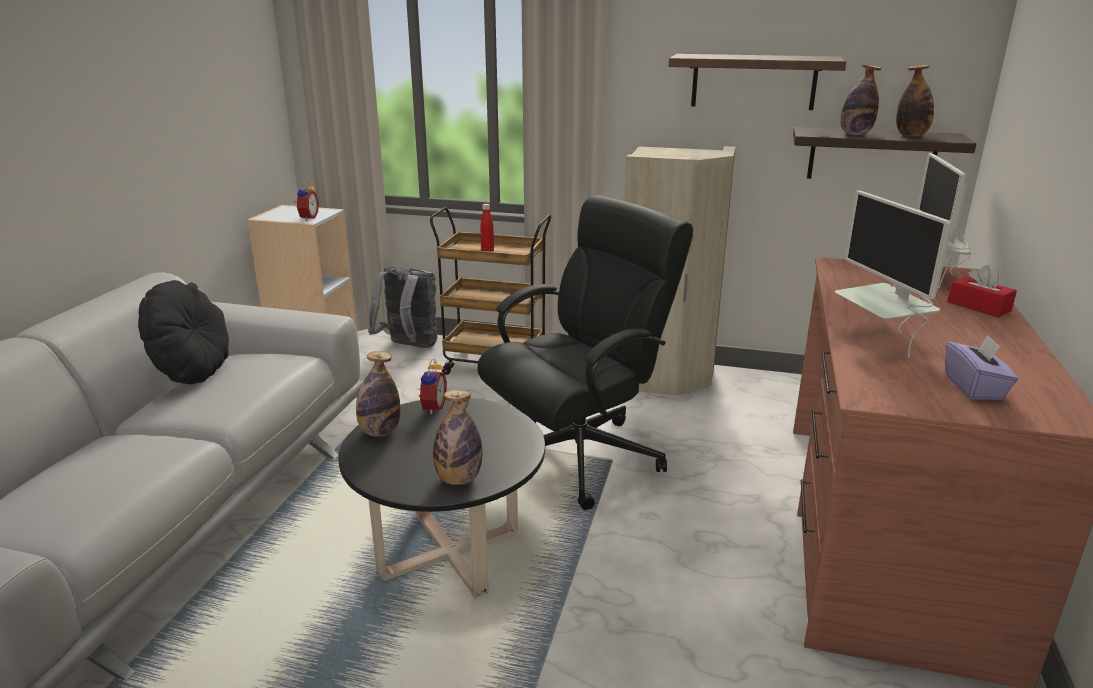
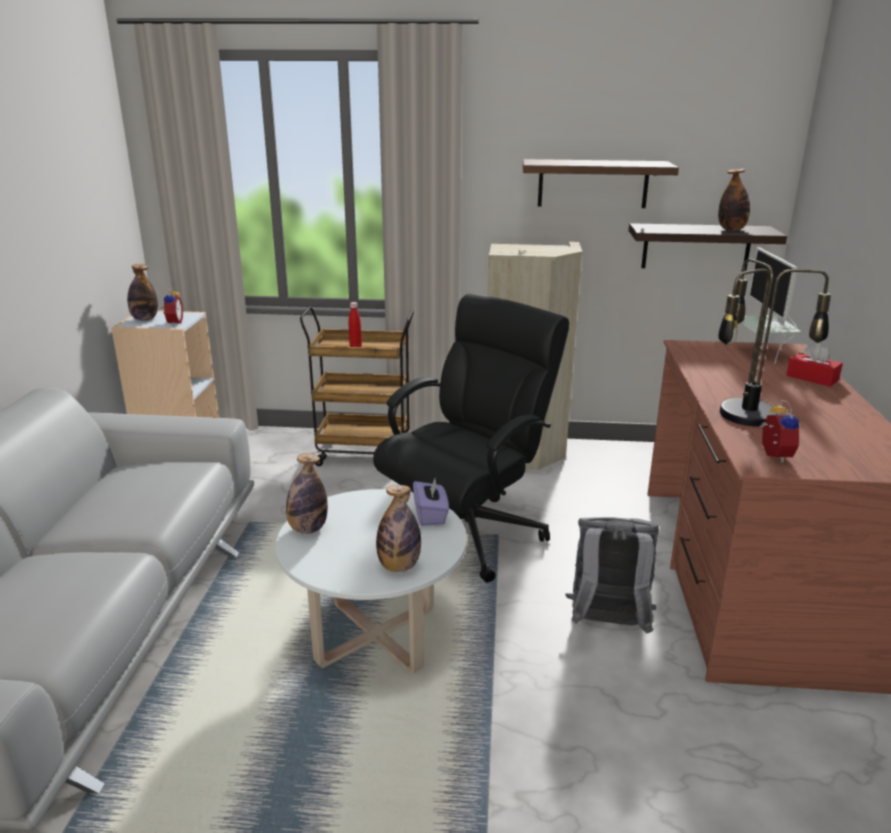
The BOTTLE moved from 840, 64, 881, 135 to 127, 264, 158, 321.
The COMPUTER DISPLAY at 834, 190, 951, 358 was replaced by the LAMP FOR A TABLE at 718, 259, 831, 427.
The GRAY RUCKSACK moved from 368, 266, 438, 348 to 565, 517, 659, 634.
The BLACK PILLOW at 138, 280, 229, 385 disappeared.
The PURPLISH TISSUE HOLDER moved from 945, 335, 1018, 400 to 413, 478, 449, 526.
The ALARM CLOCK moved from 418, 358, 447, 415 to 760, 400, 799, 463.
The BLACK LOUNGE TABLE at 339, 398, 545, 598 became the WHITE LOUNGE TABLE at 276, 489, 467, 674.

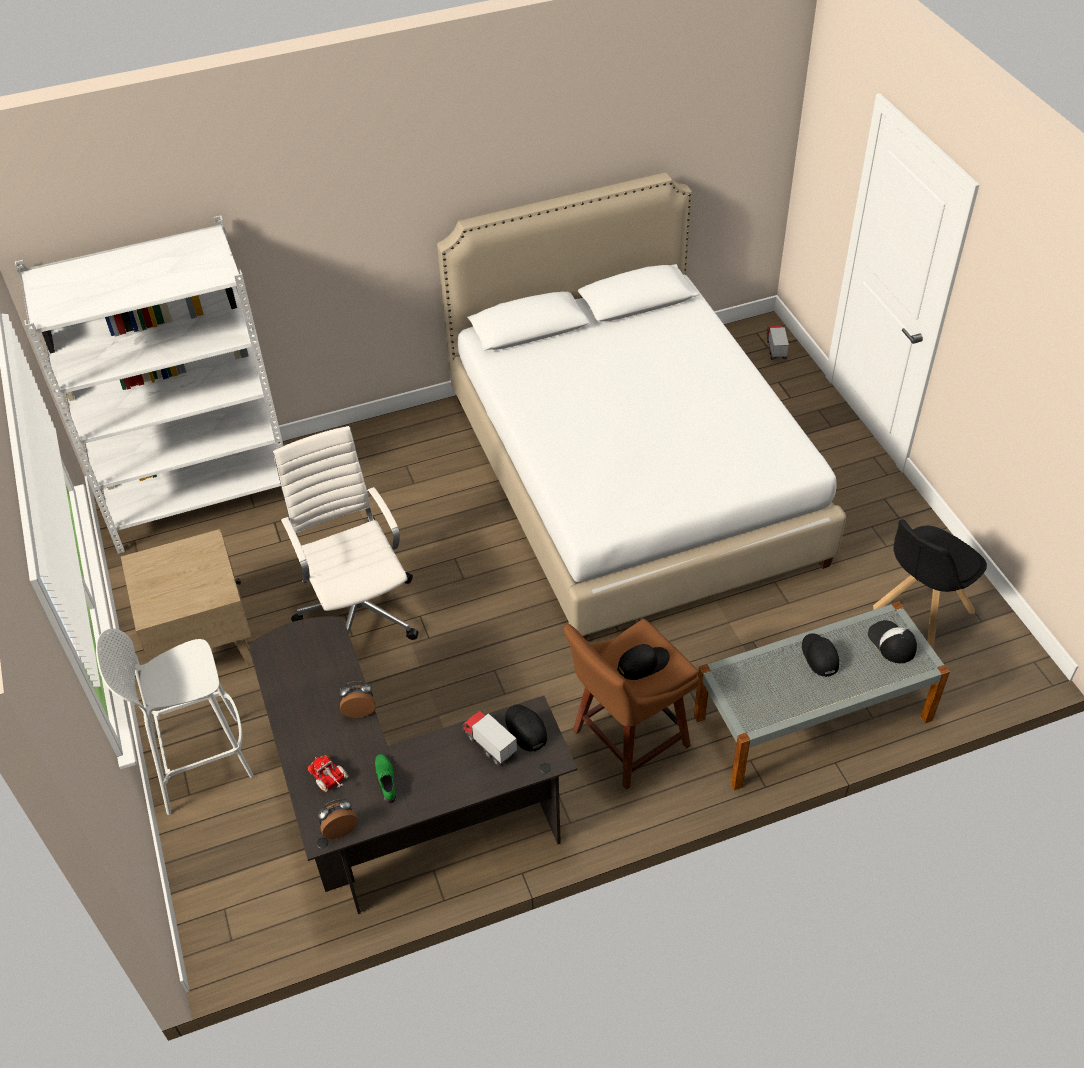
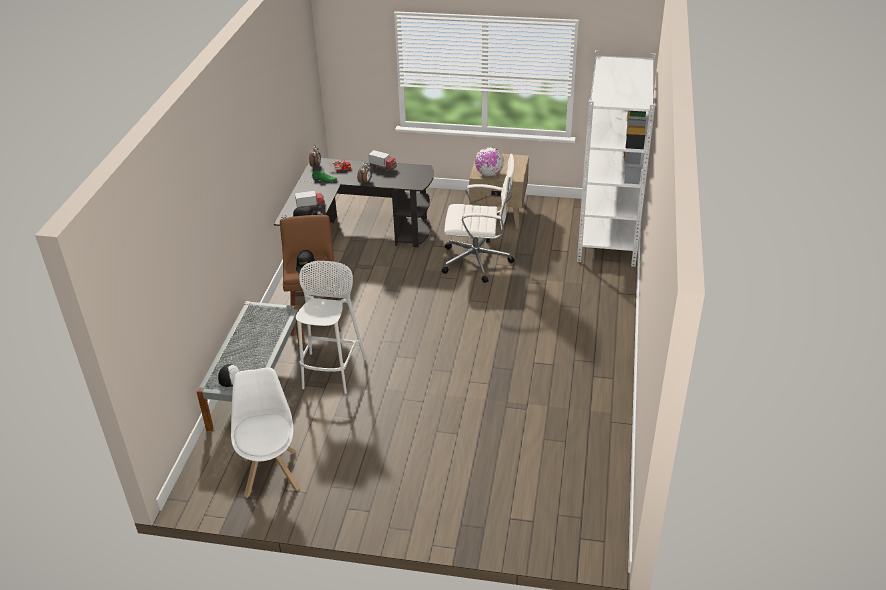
The WHITE BEDROOM BED at 437, 172, 846, 640 disappeared.
The TOY LORRY moved from 767, 326, 789, 360 to 368, 150, 397, 172.
The BLACK CHAIR at 873, 519, 987, 650 became the WHITE CHAIR at 231, 368, 300, 498.
The WHITE STOOL moved from 96, 629, 254, 815 to 296, 261, 366, 394.
The BLACK PEAKED CAP at 802, 633, 839, 677 disappeared.
The WORLD GLOBE at 475, 147, 504, 176 appeared.

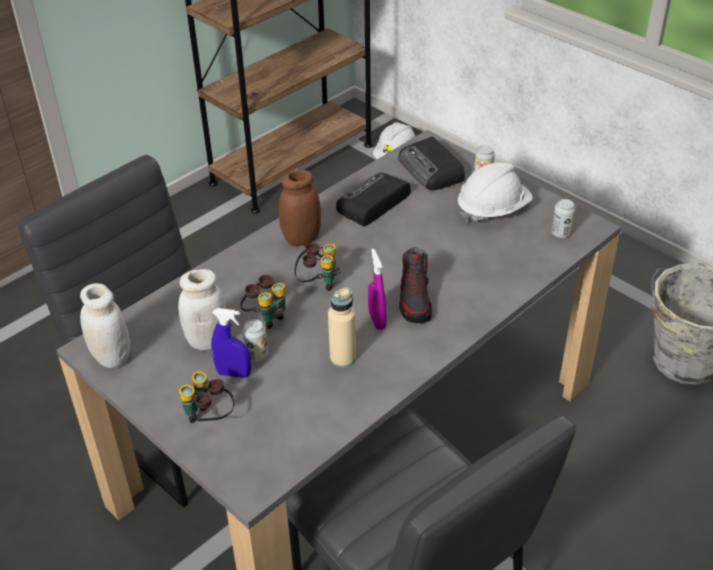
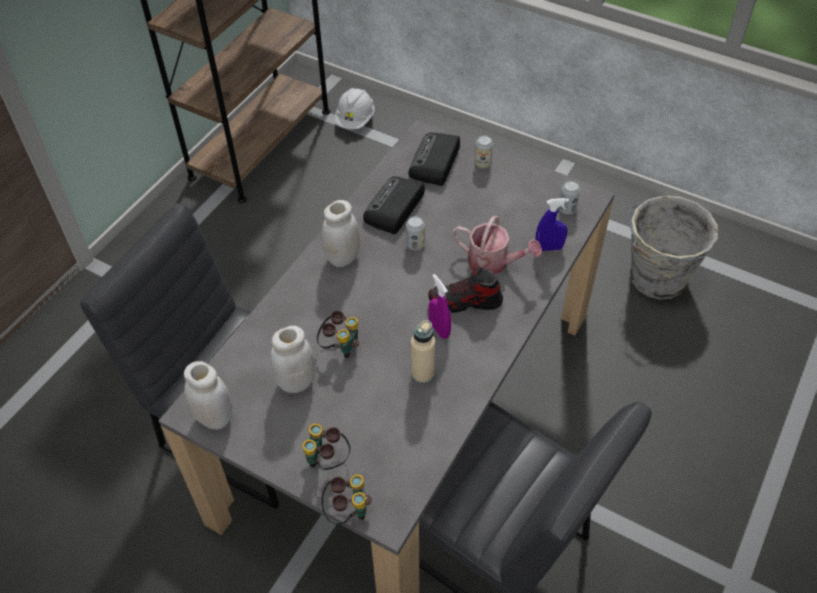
The RADIO at 399, 137, 465, 190 turned 60 degrees clockwise.
The WHITE WORK HELMET at 458, 163, 533, 223 disappeared.
The BROWNISH JAR at 279, 169, 321, 246 became the WHITE JAR at 322, 200, 360, 267.
The FIELD GLASSES moved from 294, 243, 341, 291 to 322, 474, 372, 525.
The ITEM OF FOOTWEAR at 399, 247, 432, 323 turned 105 degrees clockwise.
The BLUE SPRAYER moved from 211, 308, 251, 378 to 535, 198, 569, 251.
The CAN moved from 242, 319, 268, 362 to 406, 216, 425, 250.
The WATERING POT at 453, 216, 542, 275 appeared.

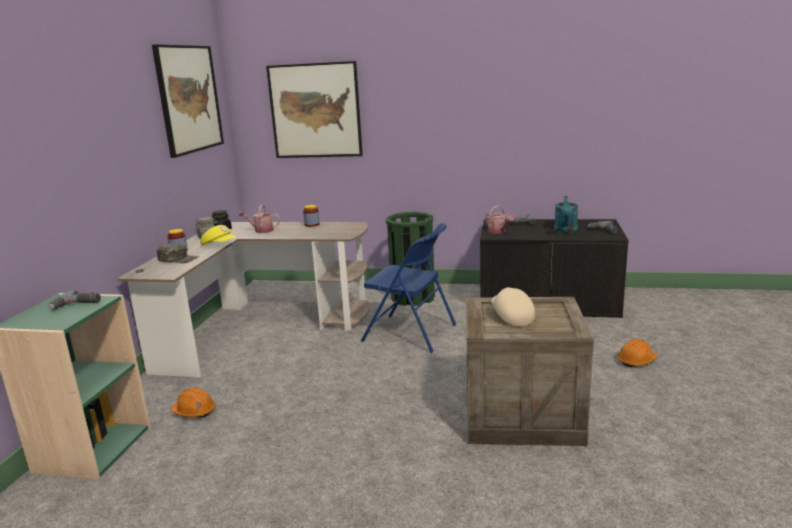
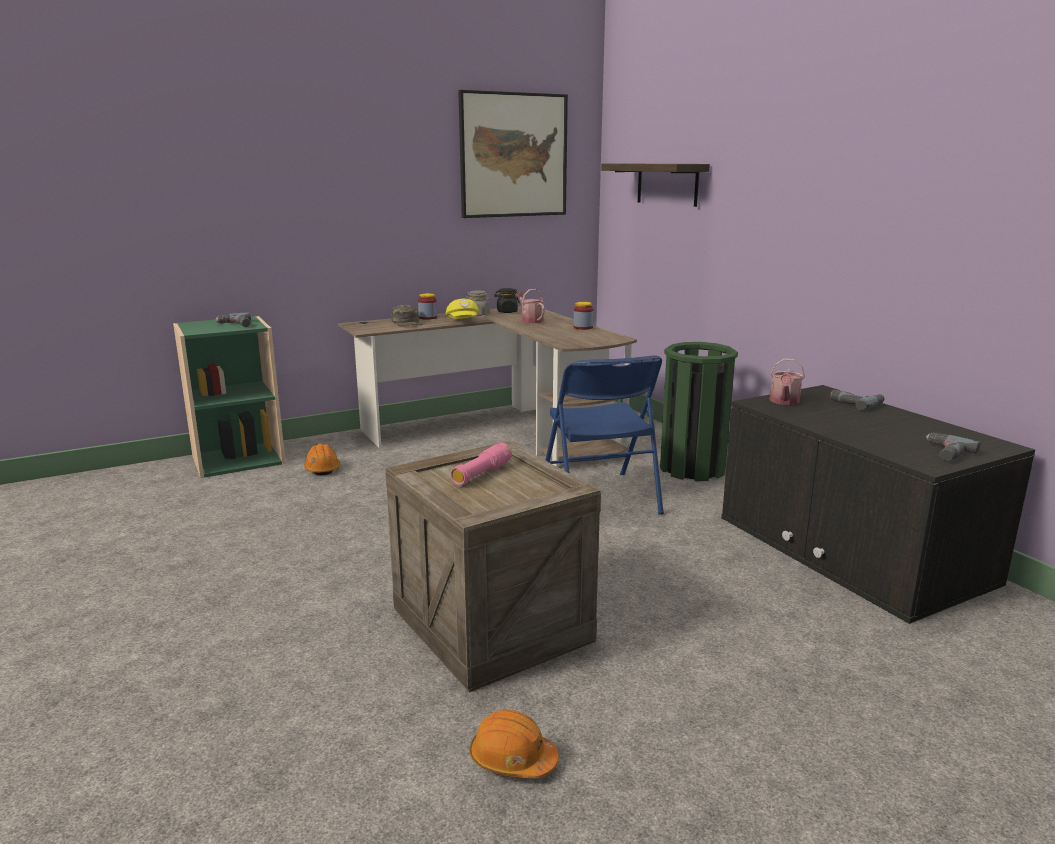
The WALL PICTURE at 266, 61, 363, 158 was replaced by the SHELF at 601, 164, 710, 207.
The TURQUOISE-COLOURED WATERING POT at 554, 196, 578, 233 disappeared.
The BEIGE-COLOURED PEAKED CAP at 491, 287, 535, 326 was replaced by the PINK TORCH at 451, 443, 512, 485.
The ORANGE-COLOURED WORK HELMET moved from 617, 339, 657, 367 to 470, 710, 559, 778.

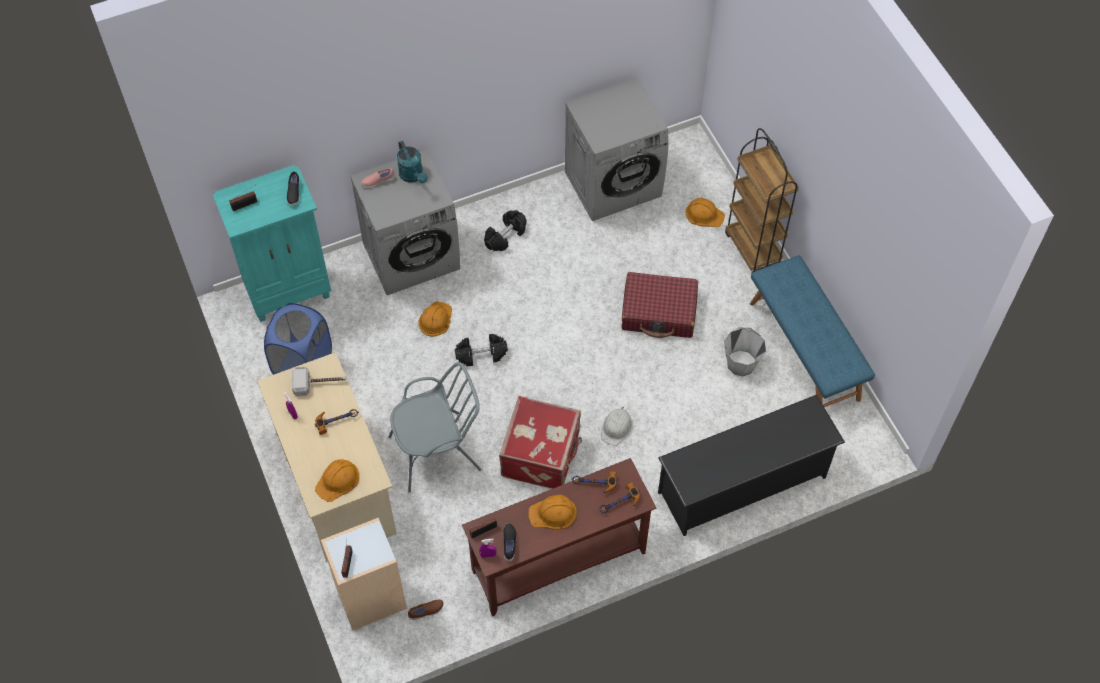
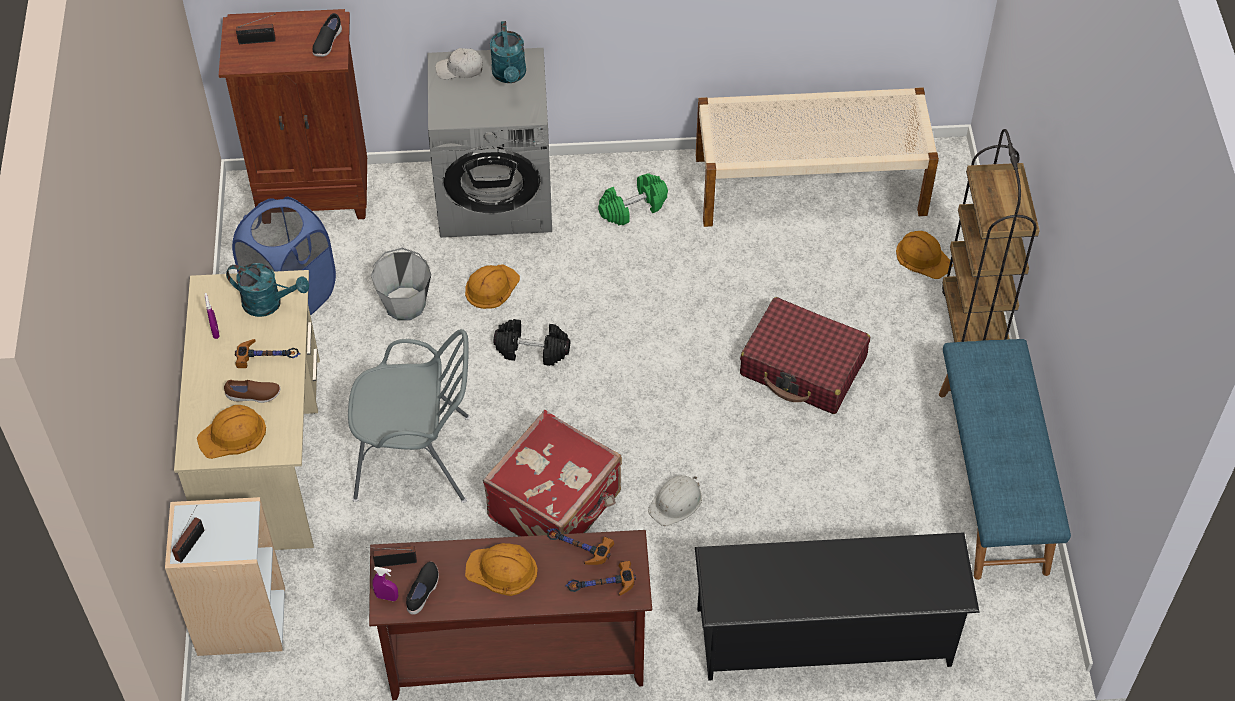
The GRAY LAUNDRY APPLIANCE at 565, 78, 669, 221 was replaced by the BEIGE-COLOURED INDOOR BENCH at 696, 87, 939, 227.
The TURQUOISE-COLOURED CUPBOARD at 213, 165, 331, 322 became the BROWNISH CUPBOARD at 219, 9, 367, 219.
The PINK ITEM OF FOOTWEAR at 361, 168, 395, 188 was replaced by the WHITE PEAKED CAP at 435, 48, 483, 79.
The BLACK DUMBBELL at 484, 210, 527, 251 became the GREEN DUMBBELL at 598, 173, 668, 226.
The GRAY BUCKET moved from 724, 327, 766, 376 to 371, 248, 431, 321.
The HAMMER at 292, 367, 347, 396 was replaced by the TURQUOISE-COLOURED WATERING POT at 226, 263, 309, 317.
The BROWNISH ITEM OF FOOTWEAR moved from 408, 600, 444, 620 to 224, 380, 280, 403.

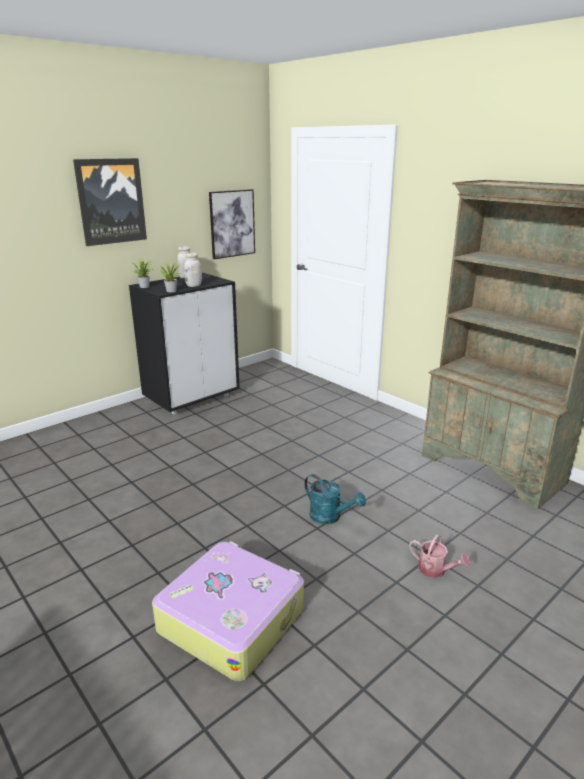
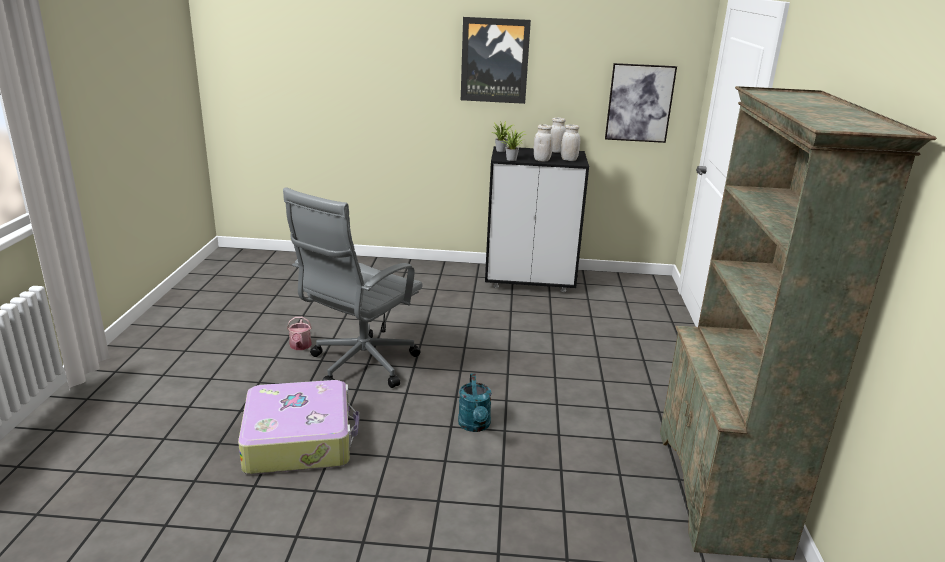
The WATERING POT moved from 409, 535, 470, 578 to 287, 317, 312, 350.
The WHITE JAR at 561, 124, 580, 161 appeared.
The GRAY DESK CHAIR at 283, 187, 423, 388 appeared.

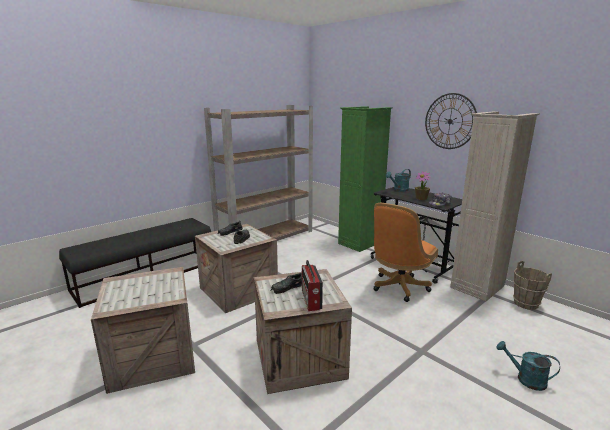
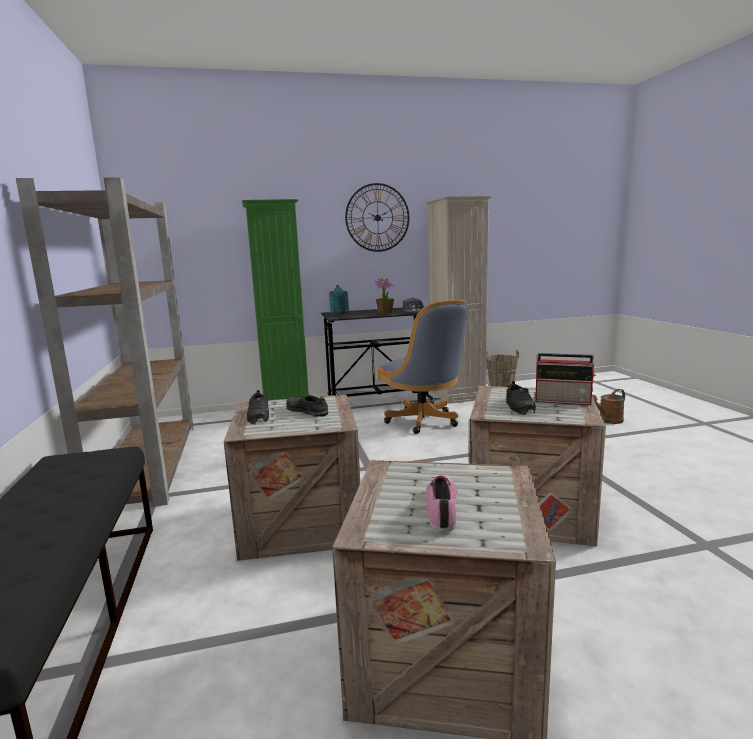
The ORANGE-COLOURED DESK CHAIR at 373, 203, 438, 302 became the BLUE DESK CHAIR at 377, 300, 468, 434.
The TURQUOISE-COLOURED WATERING POT at 496, 341, 560, 391 became the BROWNISH WATERING POT at 592, 389, 625, 424.
The ITEM OF FOOTWEAR at 425, 476, 458, 533 appeared.

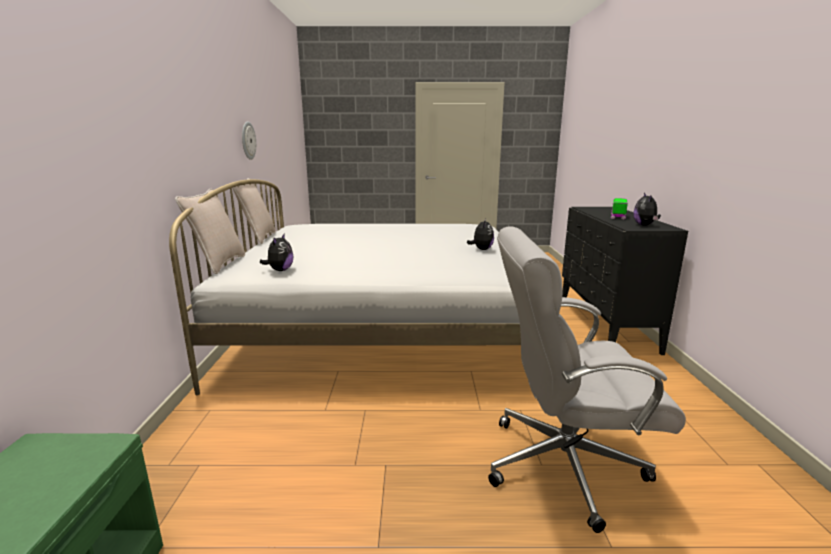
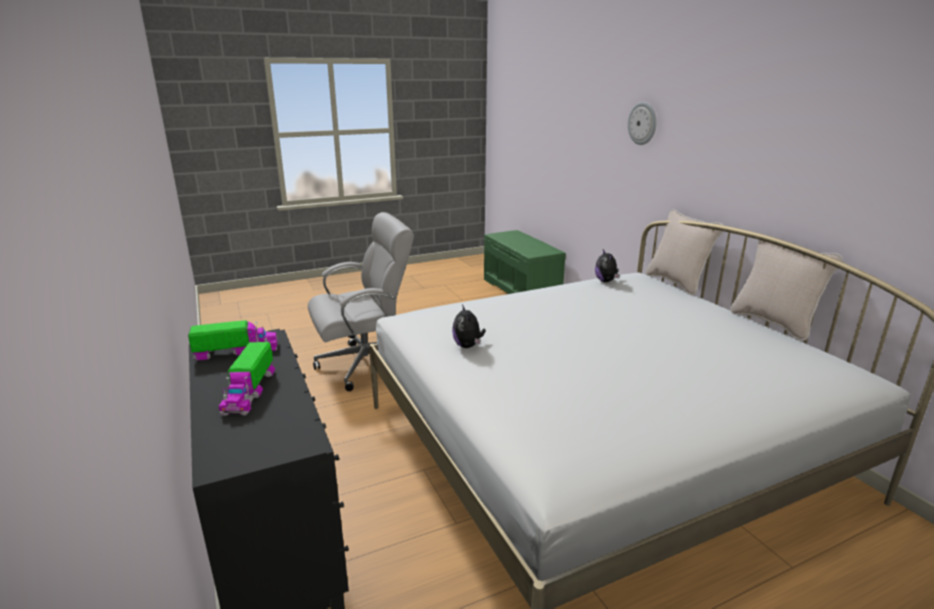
The WALL CLOCK moved from 242, 121, 256, 160 to 628, 102, 657, 145.
The CUDDLY TOY at 633, 193, 661, 226 was replaced by the TOY LORRY at 188, 320, 278, 361.

